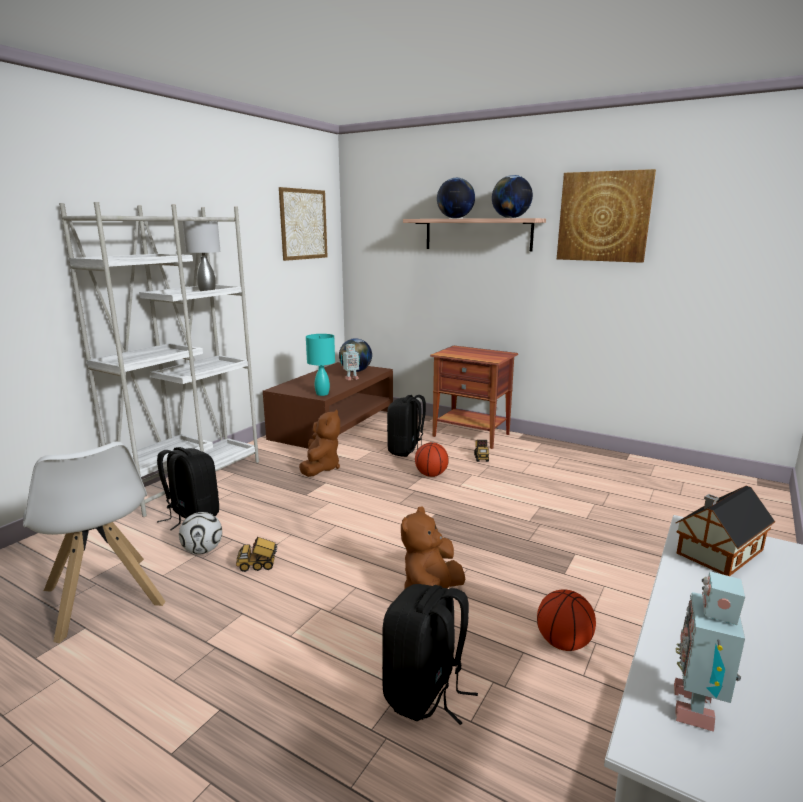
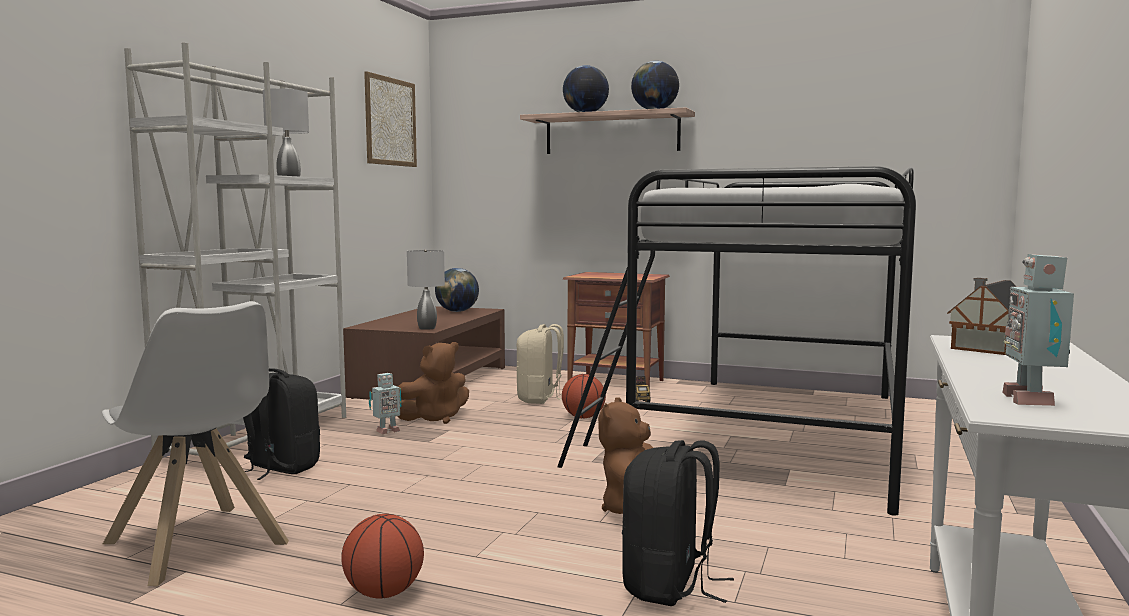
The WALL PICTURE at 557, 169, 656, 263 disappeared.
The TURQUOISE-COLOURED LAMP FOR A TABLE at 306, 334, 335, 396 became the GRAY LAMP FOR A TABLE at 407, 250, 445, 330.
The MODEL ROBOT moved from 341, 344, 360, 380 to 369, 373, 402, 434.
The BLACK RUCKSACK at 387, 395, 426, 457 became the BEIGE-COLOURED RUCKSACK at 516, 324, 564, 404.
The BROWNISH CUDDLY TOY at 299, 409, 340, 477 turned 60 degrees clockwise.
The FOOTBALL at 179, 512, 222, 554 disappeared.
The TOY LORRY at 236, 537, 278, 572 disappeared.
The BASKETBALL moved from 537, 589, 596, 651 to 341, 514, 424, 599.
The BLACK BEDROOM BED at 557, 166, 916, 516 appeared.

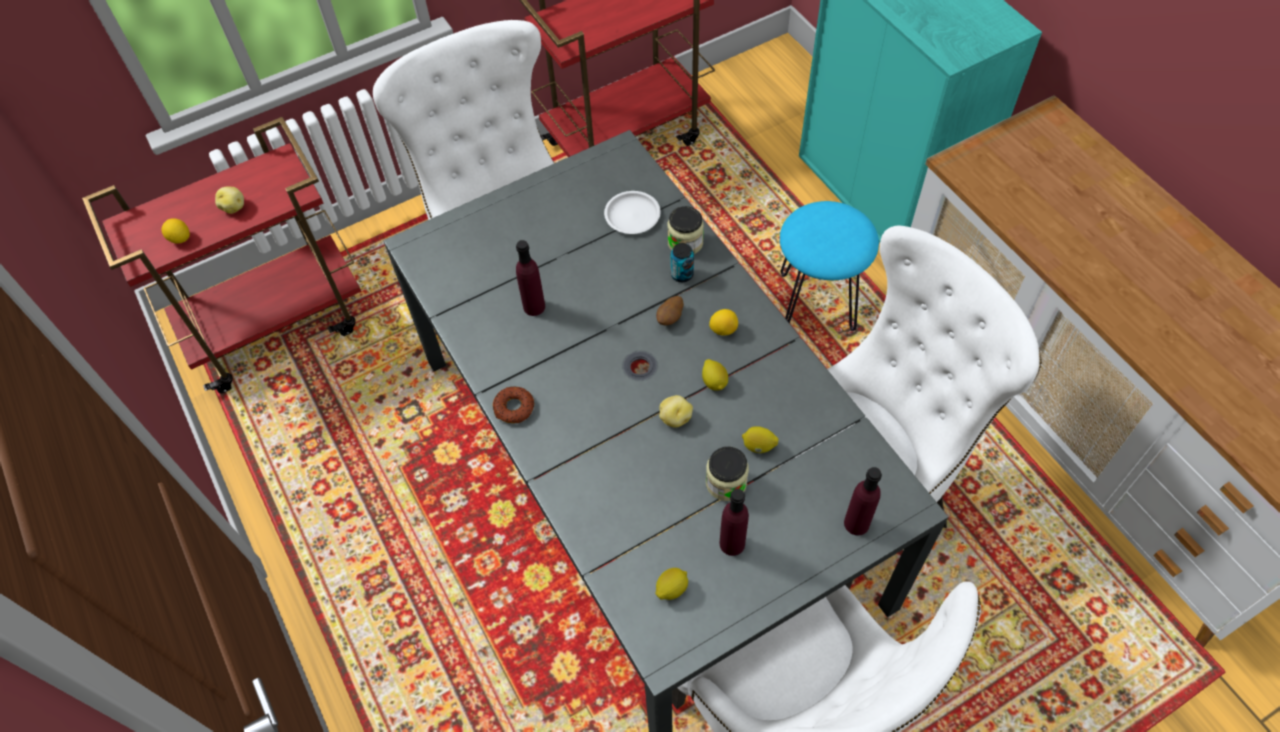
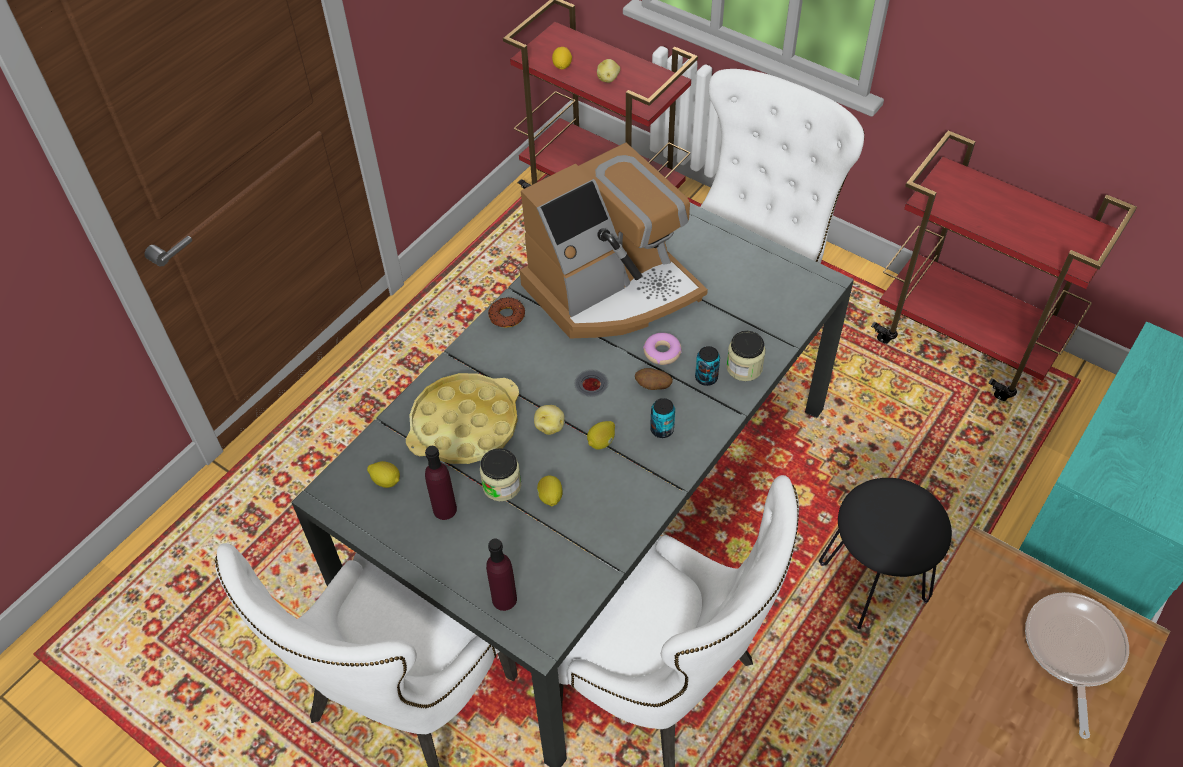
The WHITE PLATE at 604, 191, 661, 234 disappeared.
The TURQUOISE-COLOURED STOOL at 780, 201, 879, 331 became the BLACK STOOL at 819, 478, 952, 629.
The PURPLISH BOTTLE at 516, 240, 545, 316 was replaced by the COFFEE BREWER at 520, 143, 708, 338.
The CITRUS FRUIT at 709, 309, 738, 336 was replaced by the CAN at 650, 398, 675, 438.
The RING DOUGHNUT at 643, 333, 681, 365 appeared.
The YELLOW TRAY at 406, 373, 519, 464 appeared.
The PAN at 1025, 592, 1129, 739 appeared.

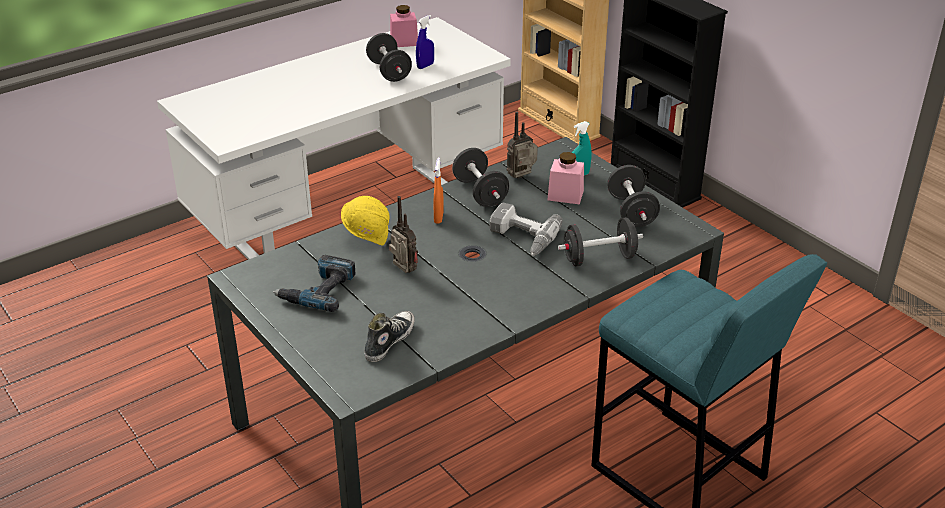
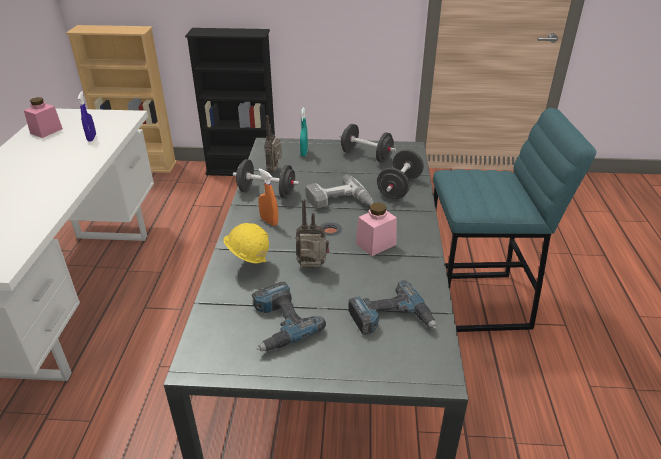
The BLACK DUMBBELL at 366, 33, 412, 82 disappeared.
The PINK JAR moved from 547, 152, 584, 204 to 356, 203, 397, 256.
The ITEM OF FOOTWEAR at 364, 311, 415, 362 was replaced by the DRILL at 348, 280, 437, 335.

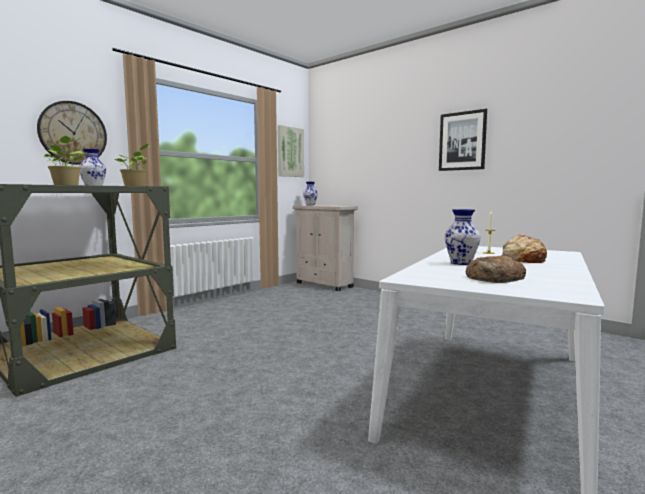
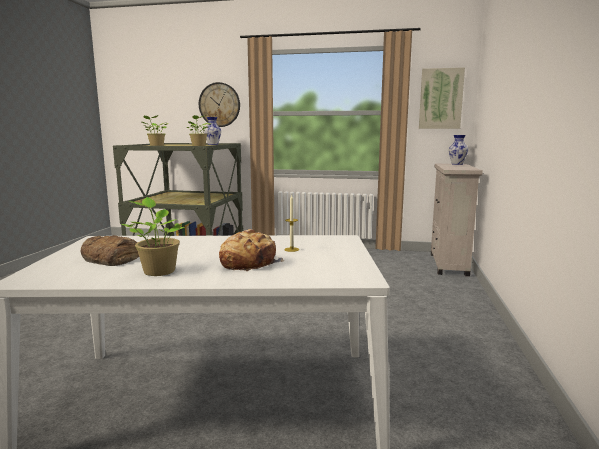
The WALL PICTURE at 439, 109, 487, 171 disappeared.
The DECORATIVE VASE at 445, 209, 481, 265 disappeared.
The HOUSEPLANT at 122, 197, 184, 276 appeared.

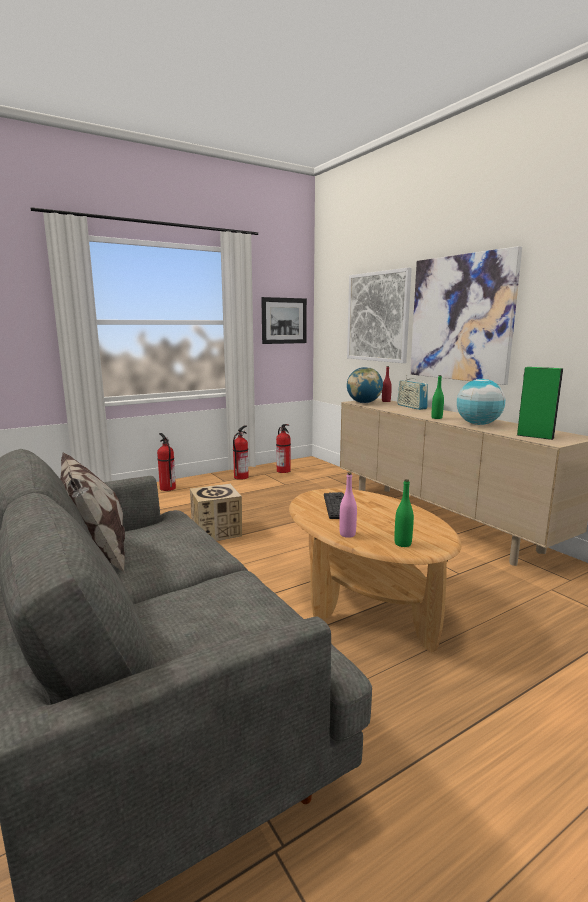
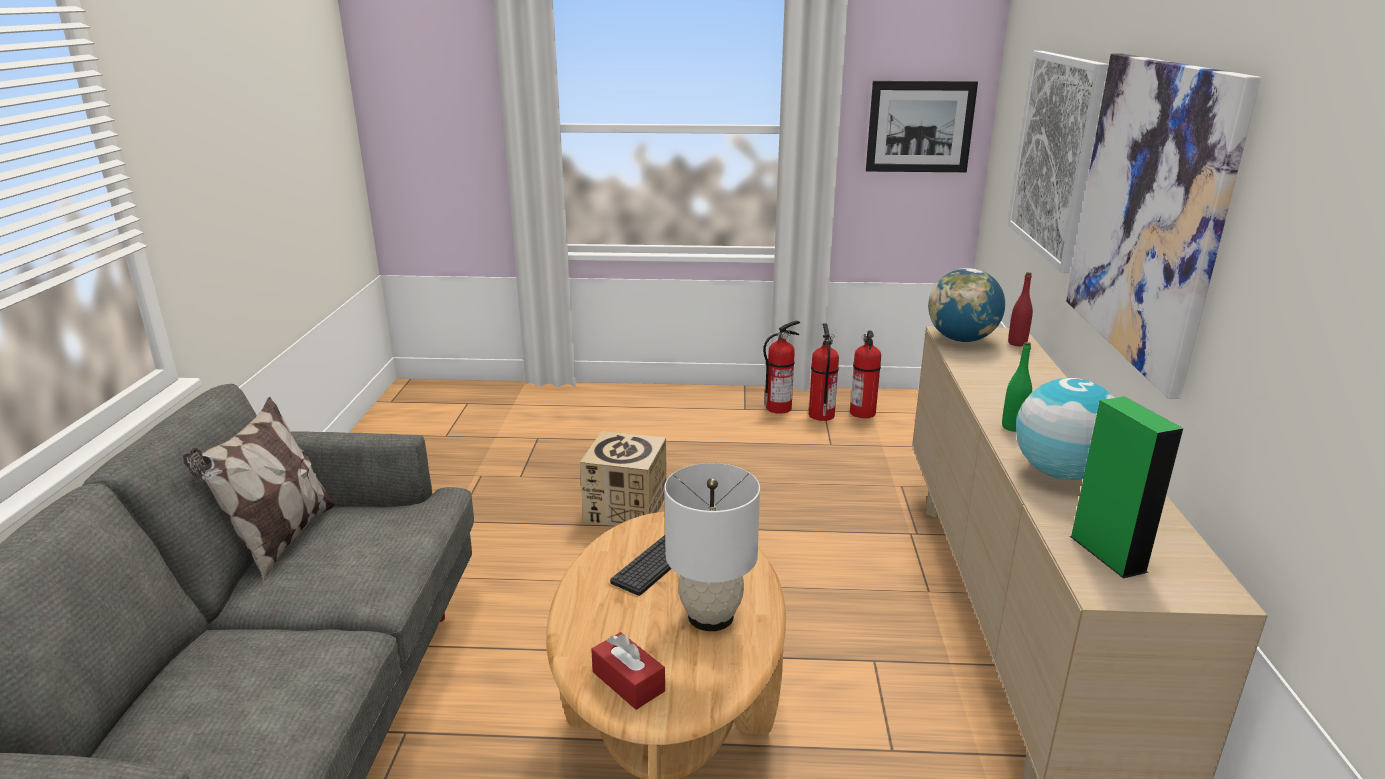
The RADIO at 397, 375, 428, 410 disappeared.
The FIRE EXTINGUISHER moved from 157, 433, 176, 491 to 809, 323, 839, 421.
The PINK BOTTLE at 339, 472, 357, 538 disappeared.
The GREEN BOTTLE at 394, 479, 414, 547 was replaced by the RED TISSUE HOLDER at 591, 632, 665, 710.
The WHITE LAMP FOR A TABLE at 664, 463, 760, 631 appeared.

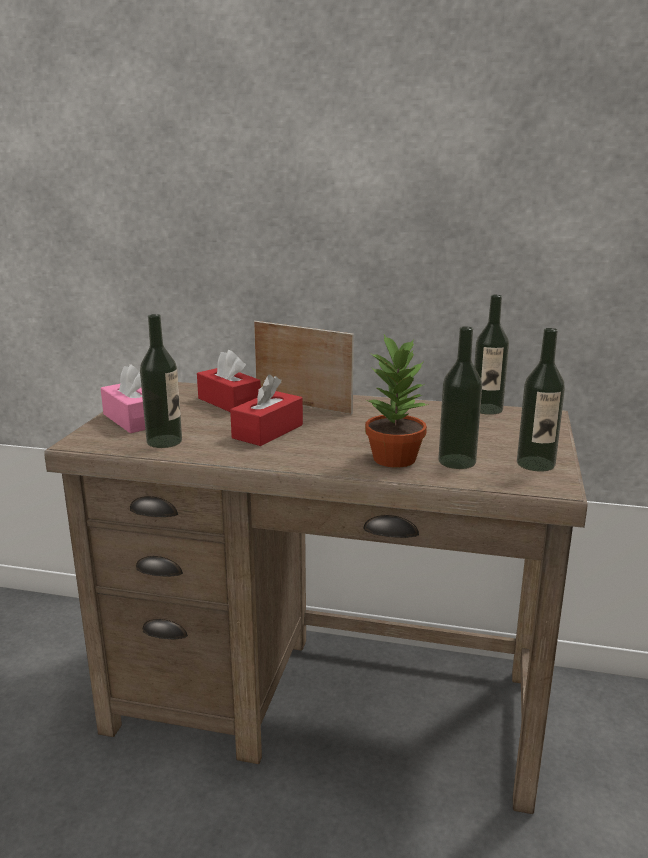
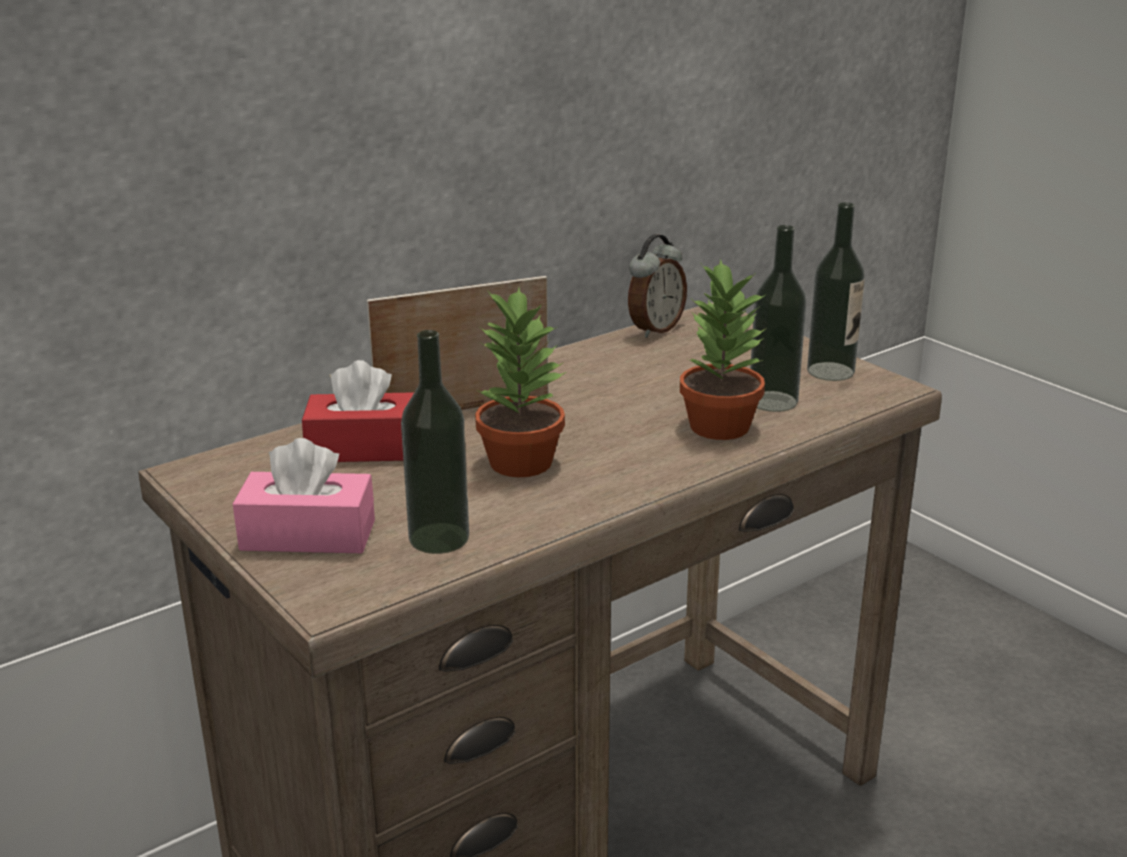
The BOTTLE at 474, 295, 509, 415 was replaced by the ALARM CLOCK at 628, 234, 687, 338.
The RED TISSUE HOLDER at 230, 375, 303, 446 was replaced by the HOUSEPLANT at 475, 288, 566, 477.

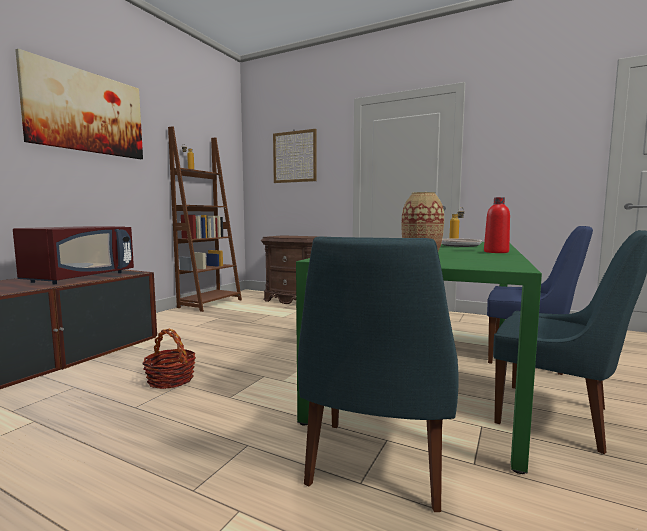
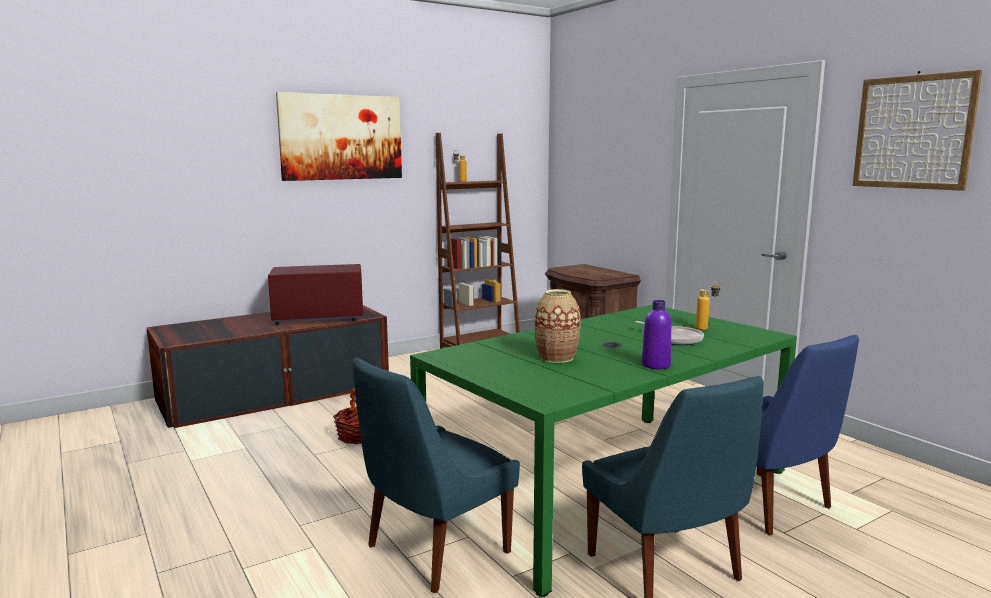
The WALL PICTURE moved from 273, 129, 317, 183 to 852, 70, 982, 191.
The RED BOTTLE at 484, 197, 510, 253 became the PURPLISH BOTTLE at 642, 300, 671, 369.
The RED MICROWAVE OVEN at 13, 226, 134, 284 turned 150 degrees counterclockwise.

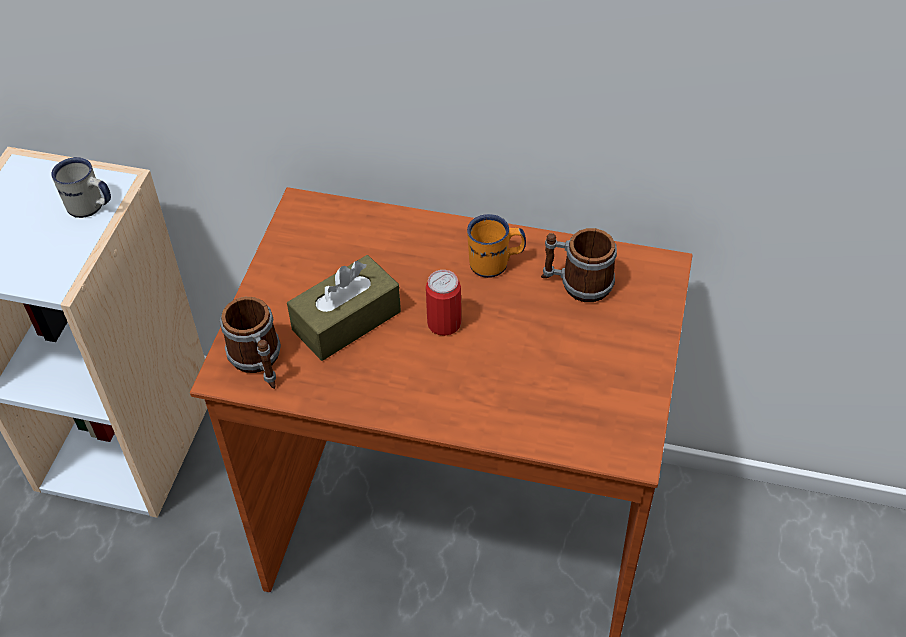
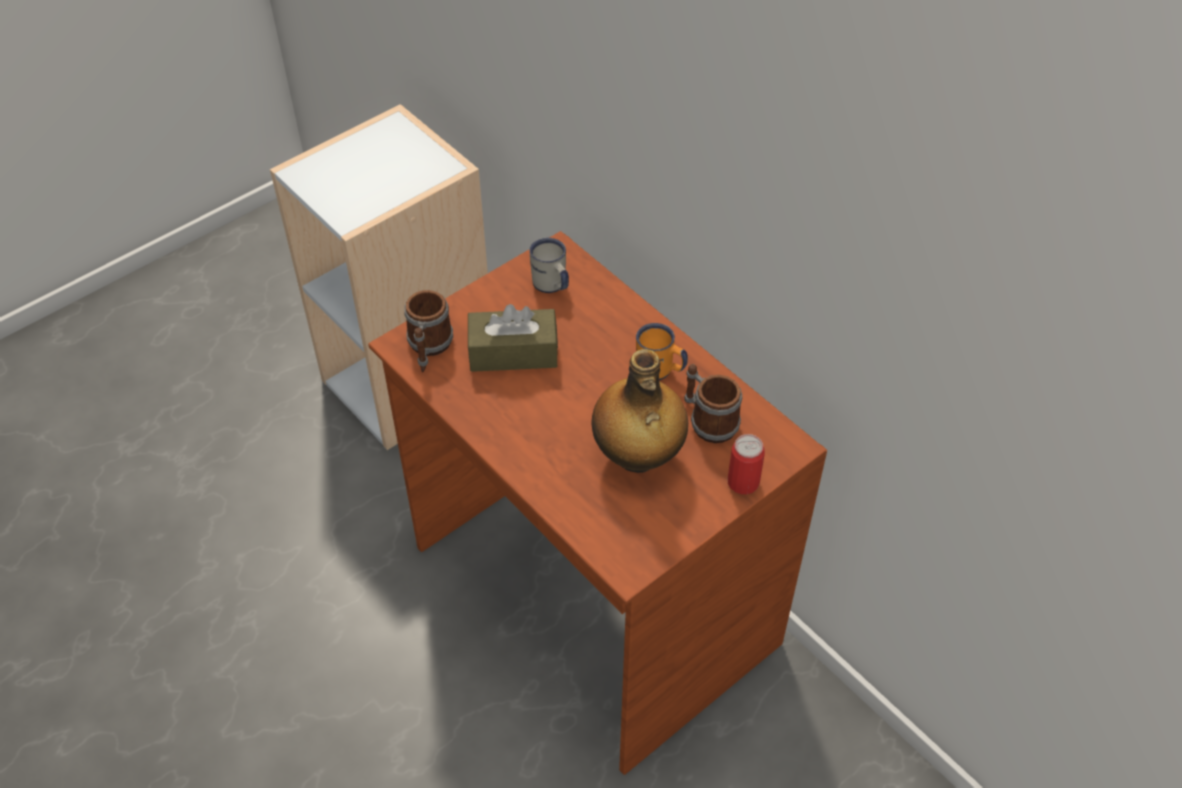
The WHITE TEA MUG moved from 51, 157, 111, 218 to 529, 238, 569, 293.
The CAN moved from 426, 270, 461, 336 to 728, 434, 765, 494.
The BOTTLE at 592, 349, 688, 473 appeared.

